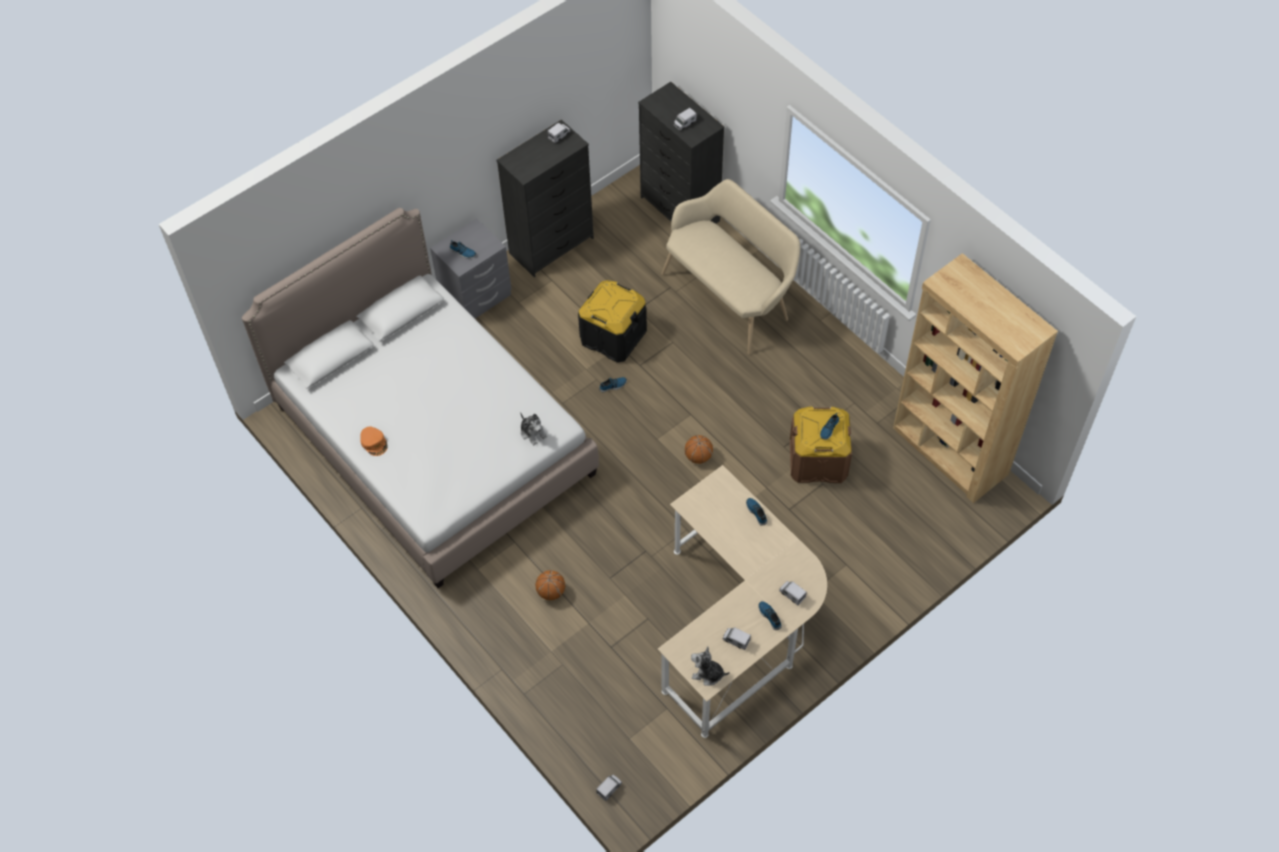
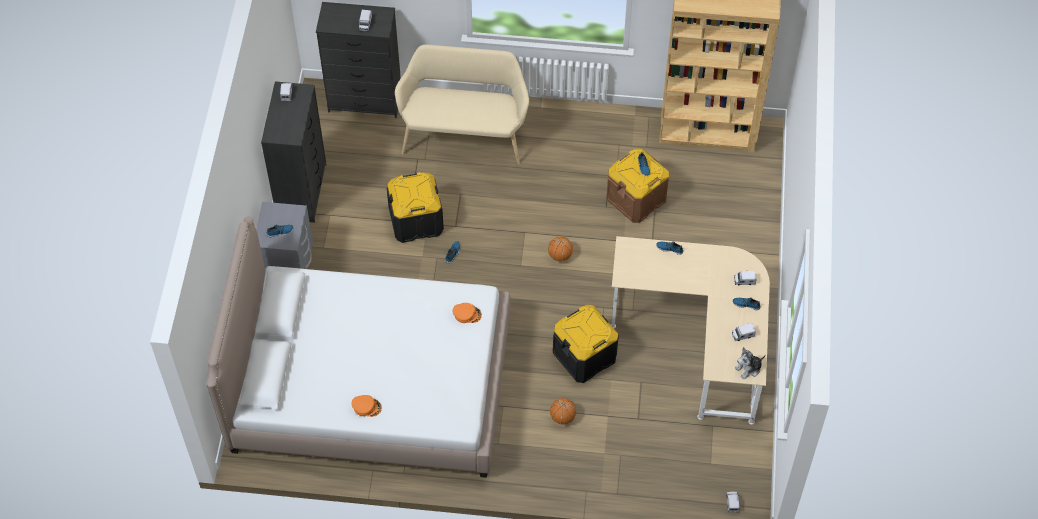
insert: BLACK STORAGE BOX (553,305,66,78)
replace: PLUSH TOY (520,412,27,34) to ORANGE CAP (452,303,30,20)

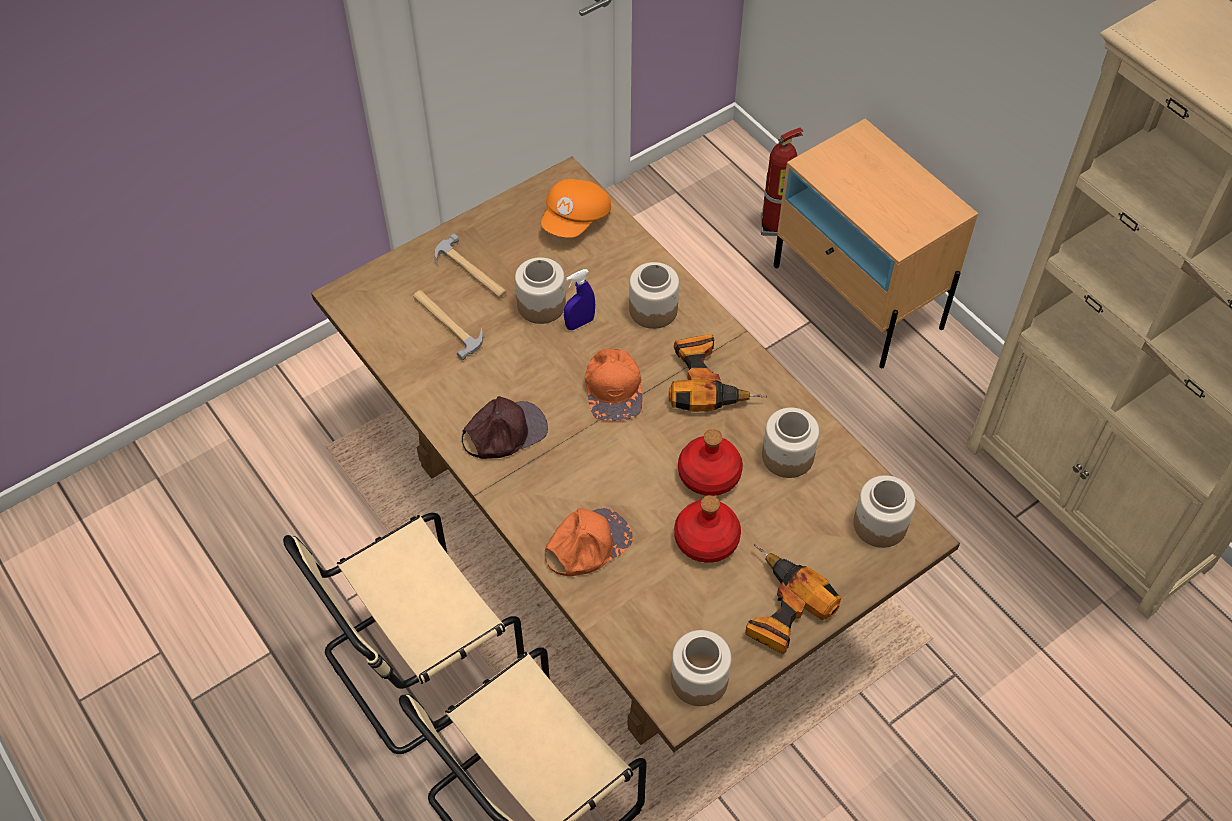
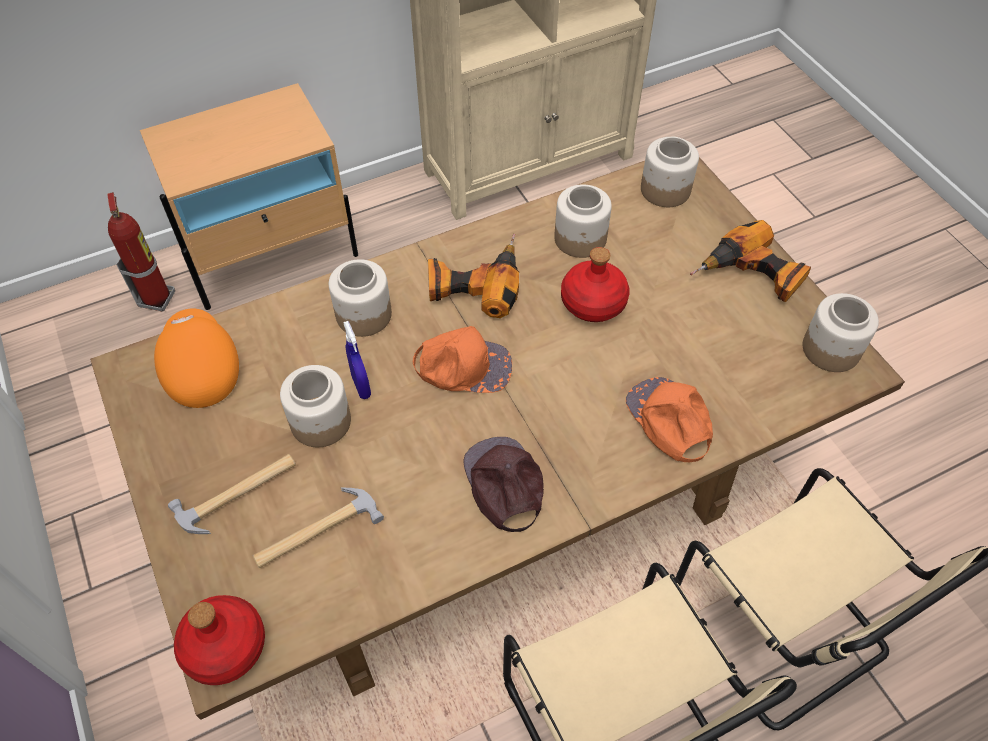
move: RED BOTTLE (674,495,67,68) to (174,595,91,90)
rotate: ORANGE CAP (541,179,70,59) = (154,308,85,100) 150 degrees counterclockwise

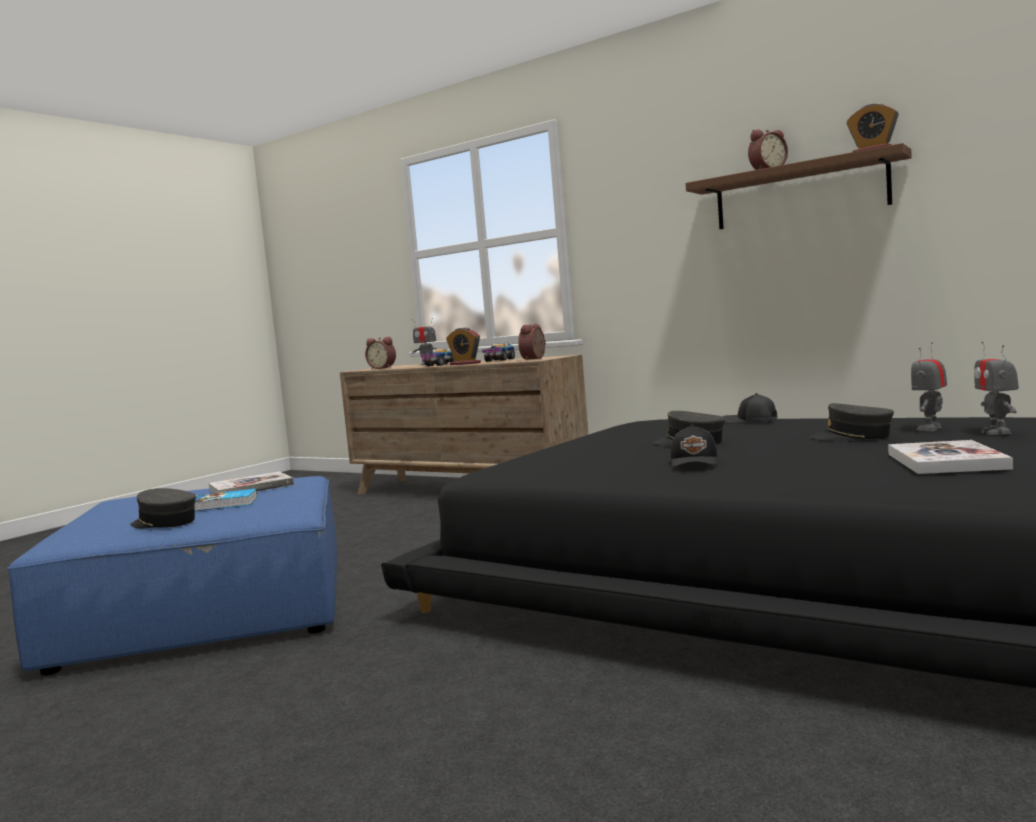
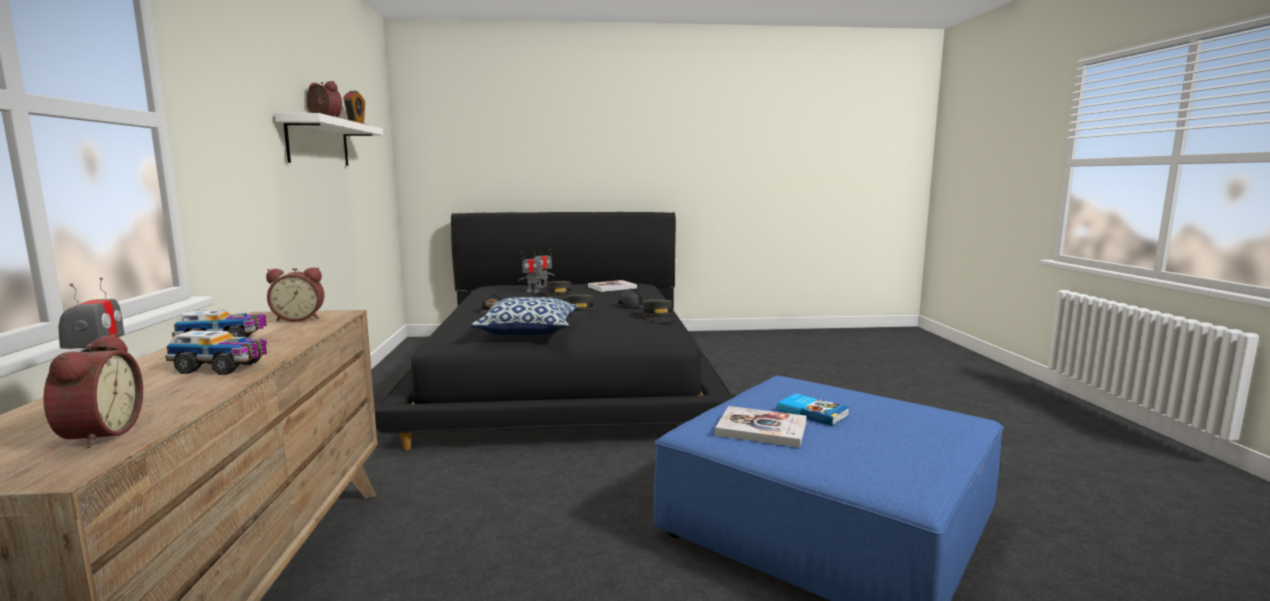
delete: ALARM CLOCK (446,327,35,38)
insert: PILLOW (471,297,107,38)
move: GREY CAP (130,488,66,41) to (642,299,32,23)
recolor: BROWN SHELF (685,143,227,86) to WHITE SHELF (275,113,108,53)

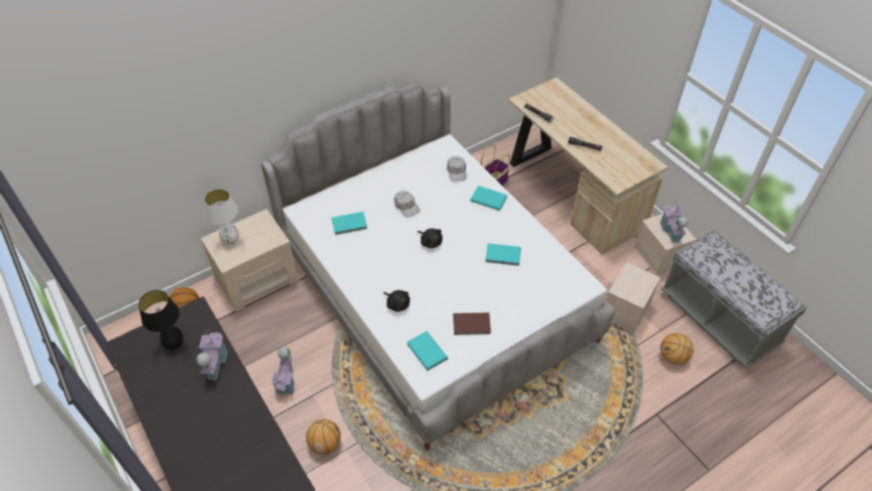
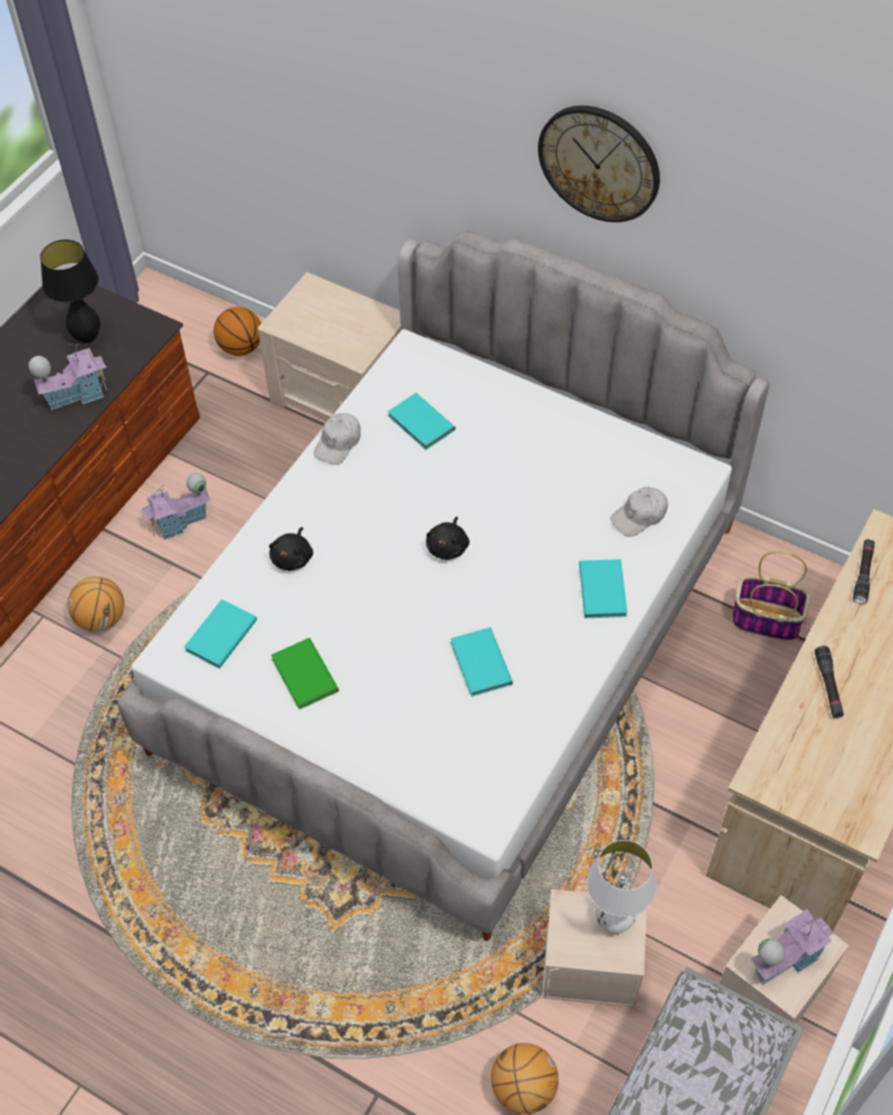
insert: WALL CLOCK (538,105,122,117)
move: WHITE TABLE LAMP (204,189,35,56) to (587,840,70,93); WHITE CAP (394,191,26,26) to (314,413,47,52)
recolor: BROWN BOOK (453,312,38,23) to GREEN BOOK (271,638,68,72)

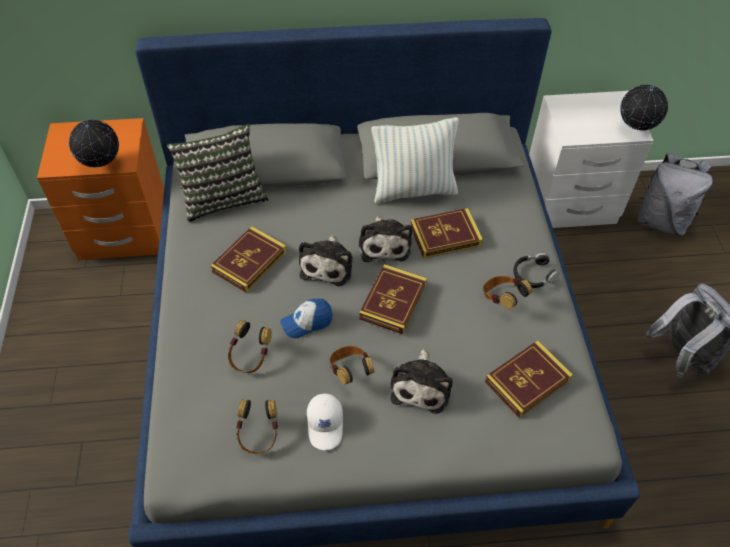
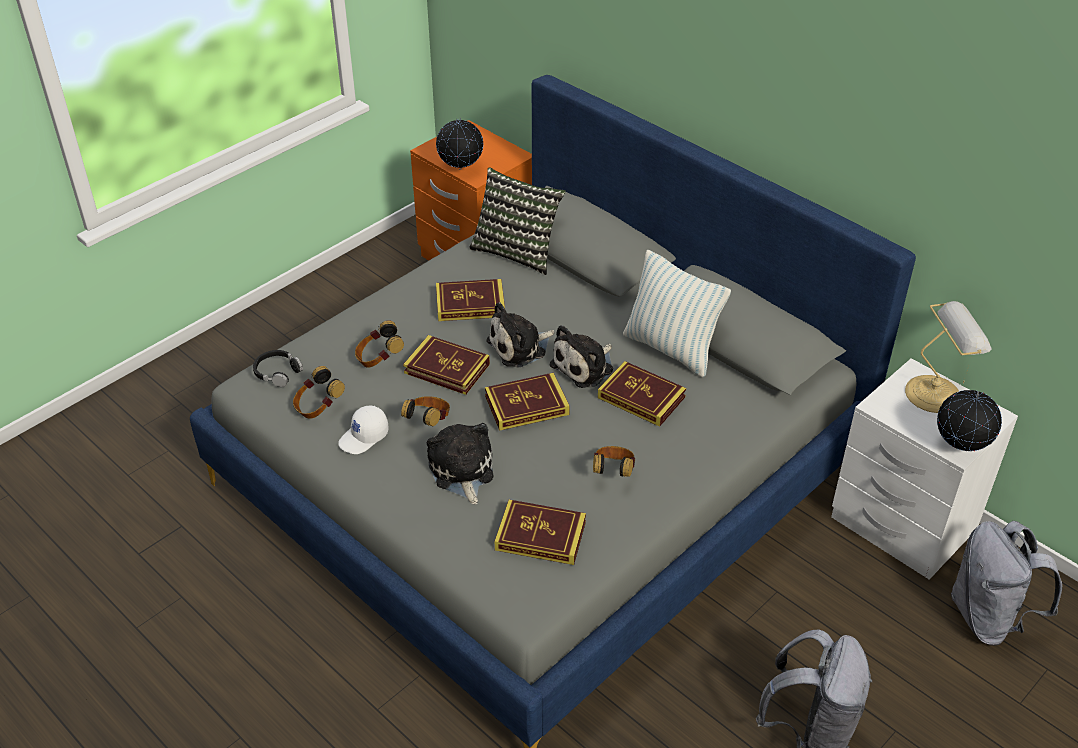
insert: TABLE LAMP (905,301,87,112)
move: BLACK HEADPHONES (513,253,46,35) to (253,350,50,37)
replace: CAP (280,299,53,40) to BOOK (403,335,87,60)
rotate: PLUSH TOY (390,349,63,65) = (427,423,66,82) 105 degrees clockwise

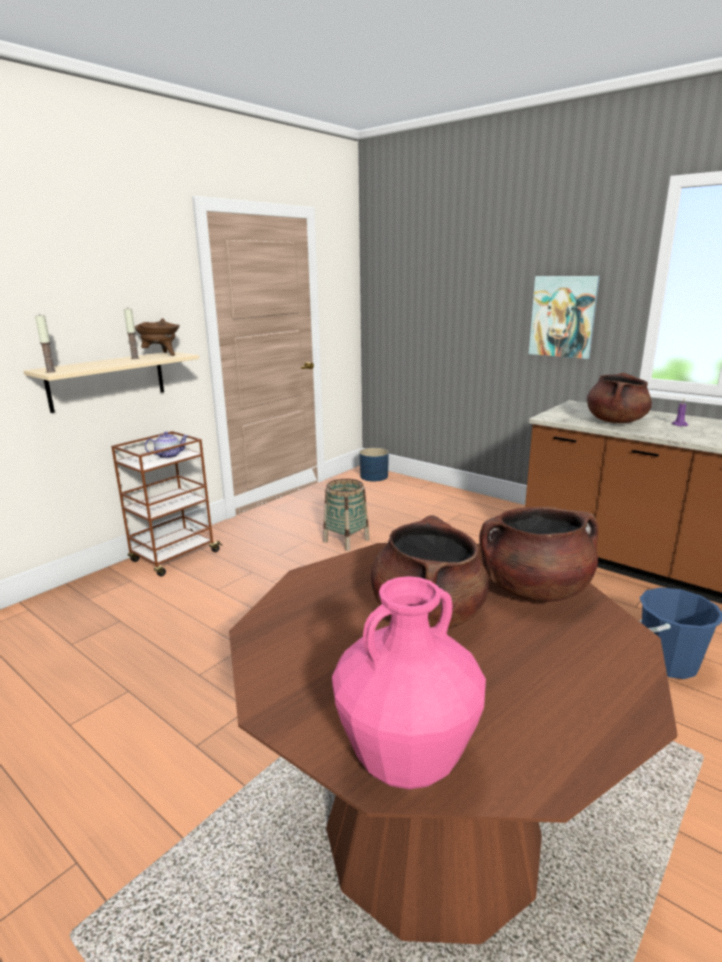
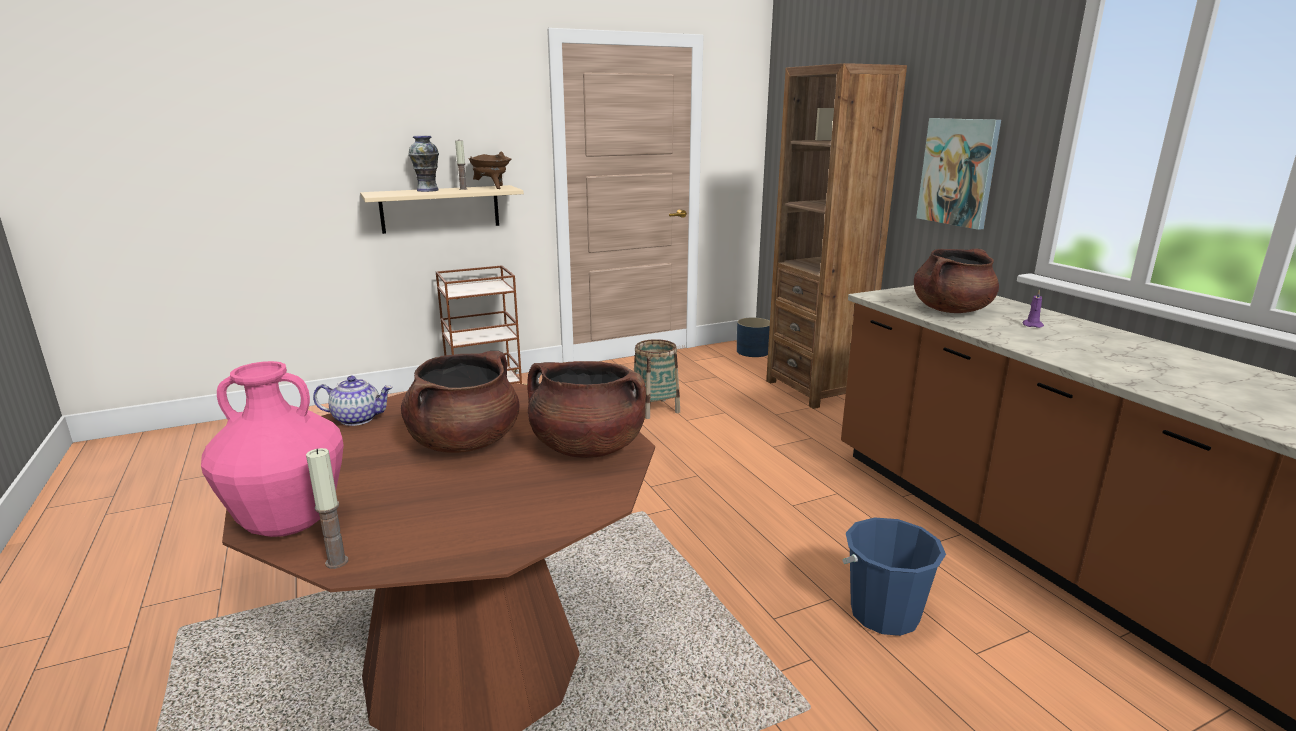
insert: BROWN BOOKCASE (766,63,141,346); VASE (408,135,31,57)
move: CANDLE (35,314,21,59) to (306,448,42,121); TEAPOT (145,432,43,27) to (313,376,80,50)

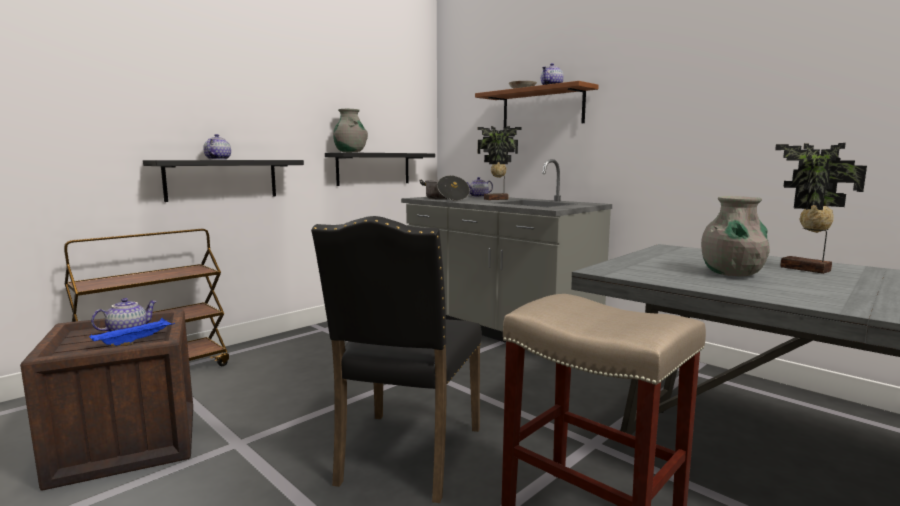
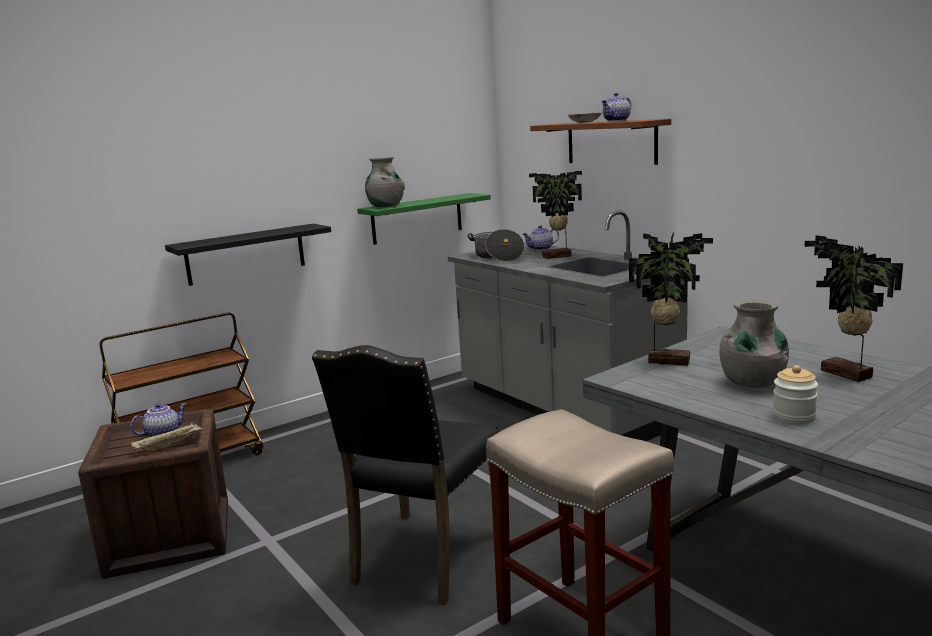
delete: TEAPOT (203,134,28,26)
insert: POTTED PLANT (629,232,84,134); JAR (773,365,45,59)
recolor: BLACK SHELF (325,152,110,34) to GREEN SHELF (357,193,134,52); BLUE TRAY (89,318,86,28) to BEIGE TRAY (131,422,73,30)

